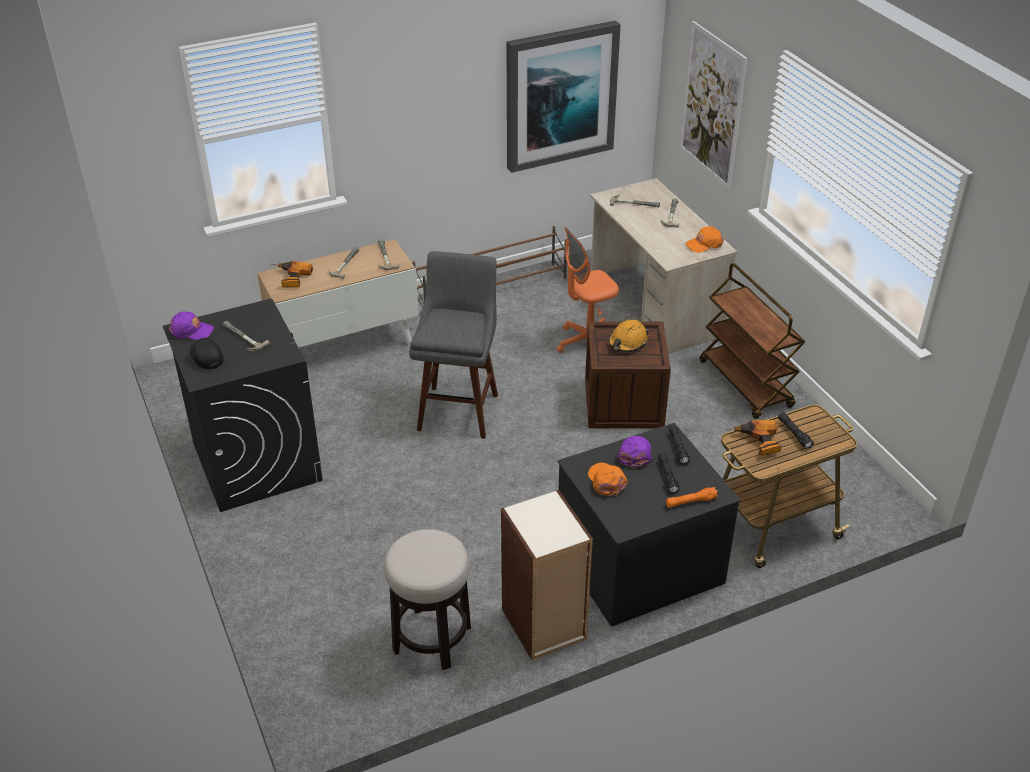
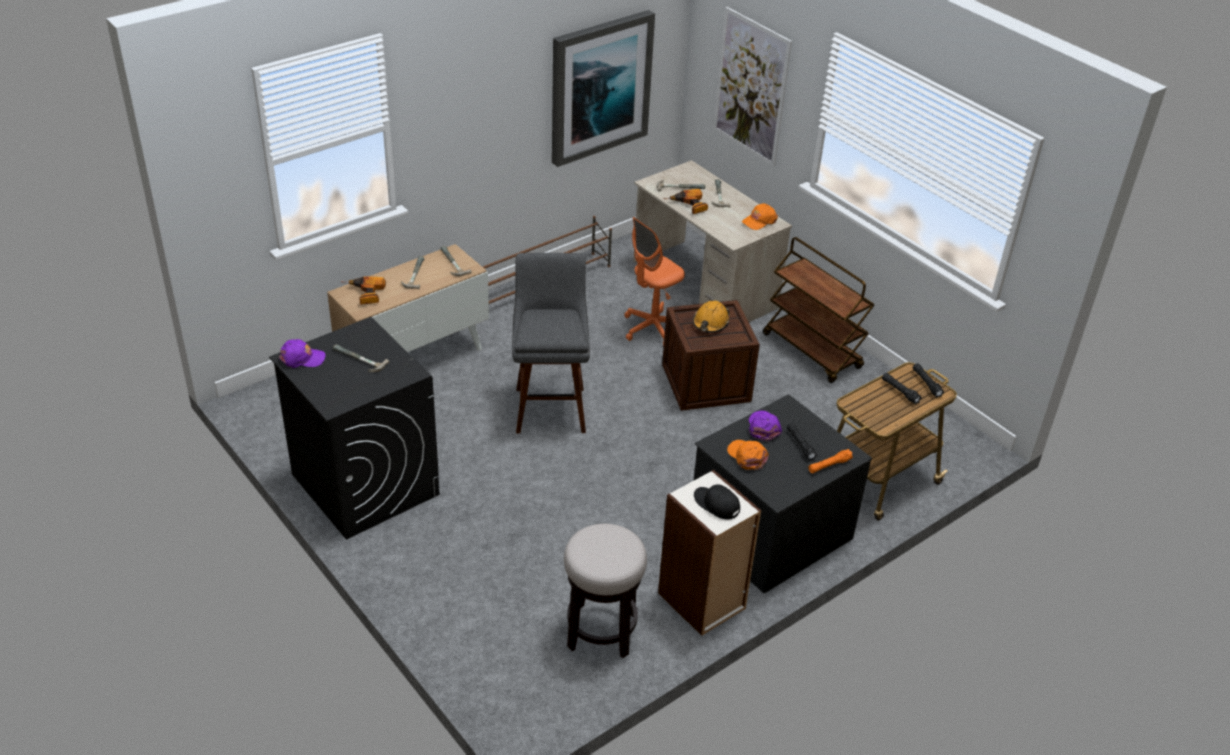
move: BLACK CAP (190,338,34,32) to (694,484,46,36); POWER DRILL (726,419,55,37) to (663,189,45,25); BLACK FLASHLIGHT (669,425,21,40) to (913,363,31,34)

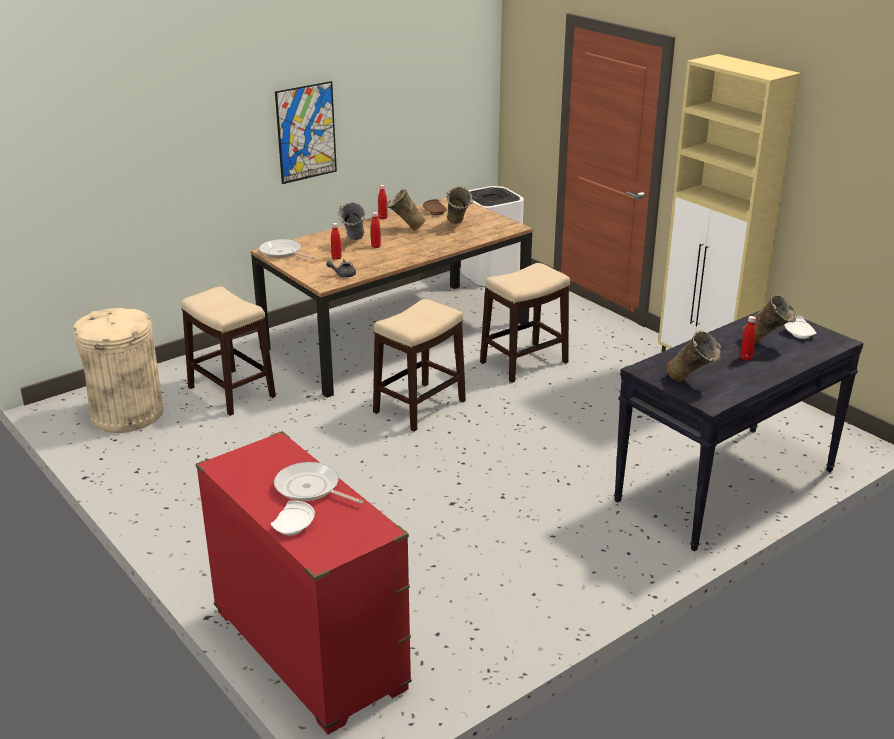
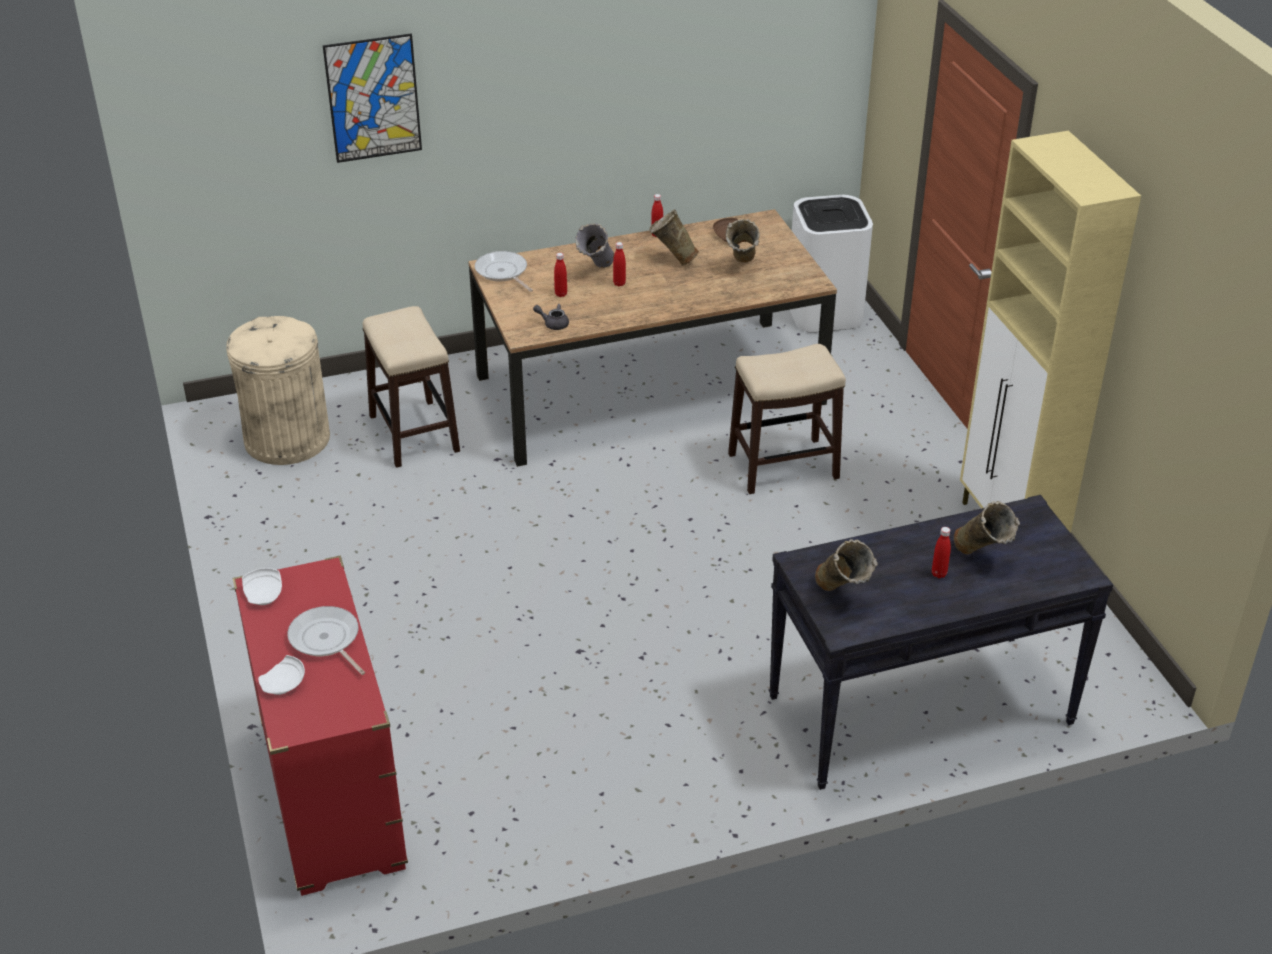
delete: STOOL (373,299,93,133)
move: PICTURE (275,81,62,103) to (323,33,99,130); WHITE PLATE (784,316,32,23) to (242,568,40,37)

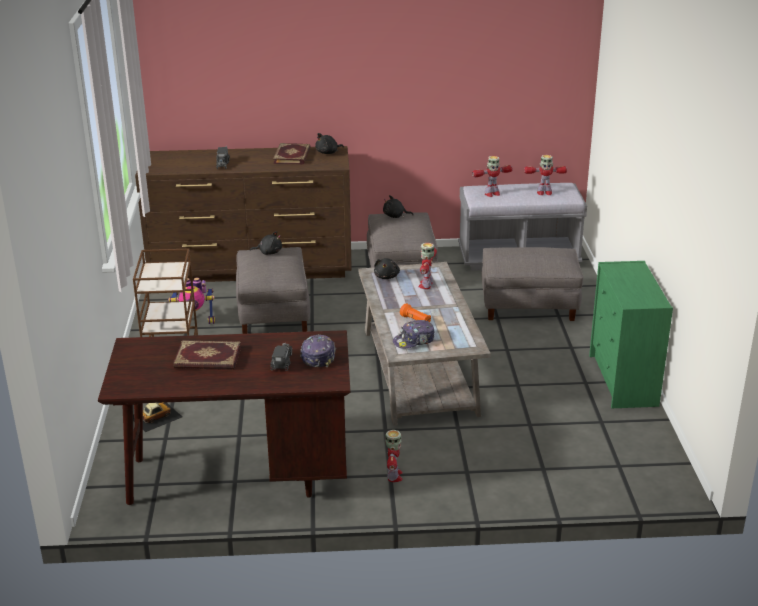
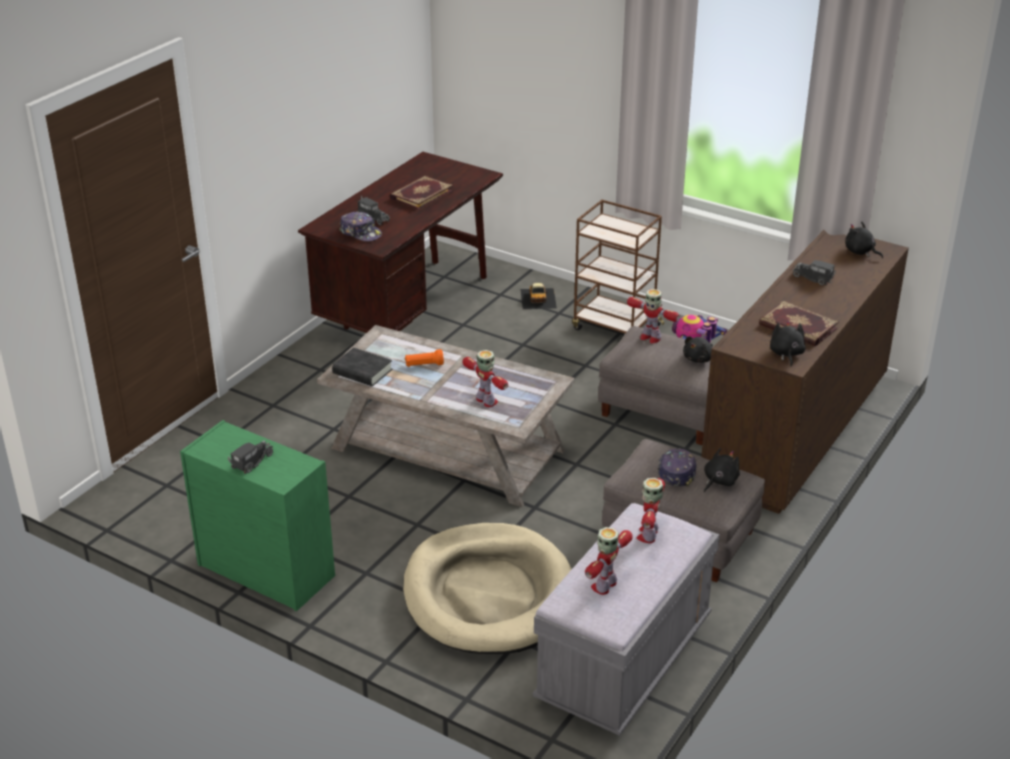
insert: BLACK BOOK (332,348,60,38); TOY TRUCK (228,440,45,34)
move: BLACK PLUSH TOY (374,258,26,21) to (845,222,38,36); CAP (393,320,41,29) to (658,448,39,39); TOY ROBOT (385,430,18,52) to (627,289,53,54)
replace: GREY OTTOMAN (481,247,102,74) to BEIGE DOG BED (403,523,169,131)

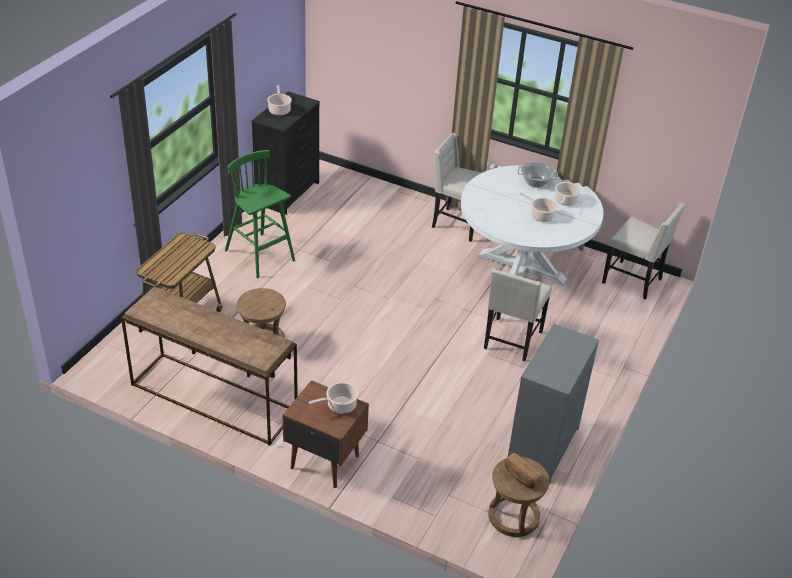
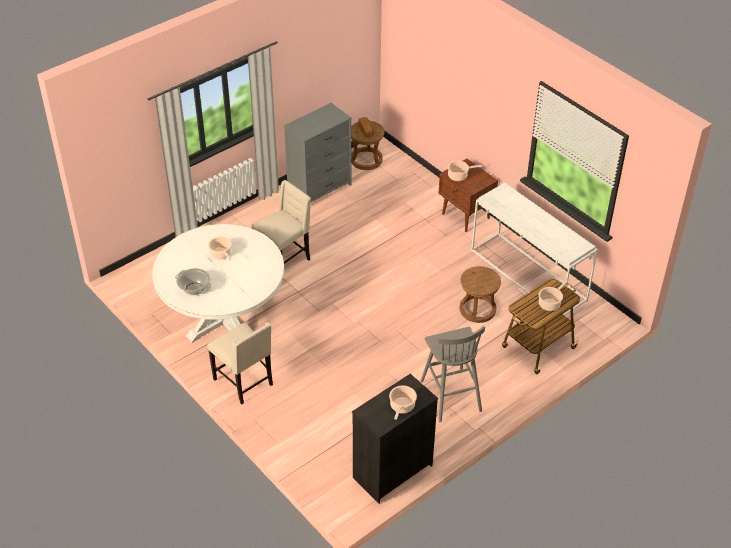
delete: BEIGE CHAIR (602,203,83,97)
move: COOKING POT (555,182,26,24) to (539,280,29,31)
recolor: GREEN STOOL (225,150,70,128) to GREY STOOL (420,326,65,96); BROWN CONSOLE TABLE (121,287,177,159) to WHITE CONSOLE TABLE (471,183,127,133)

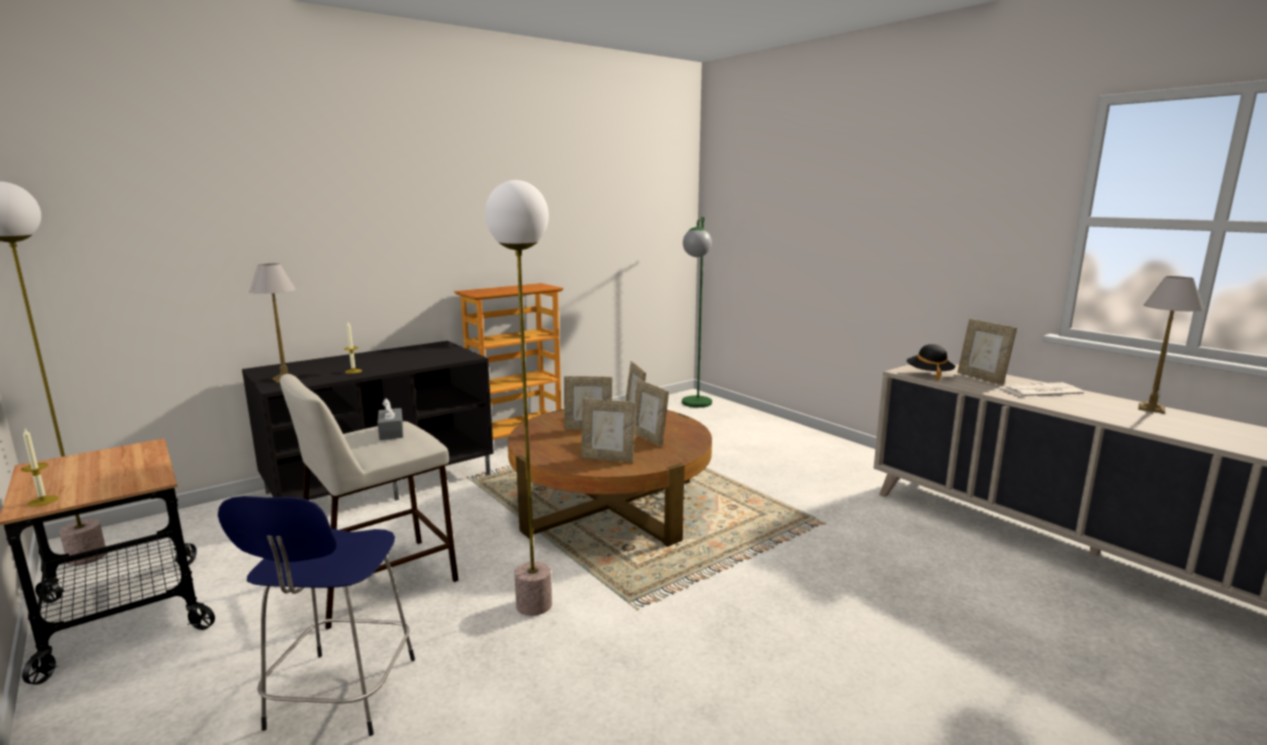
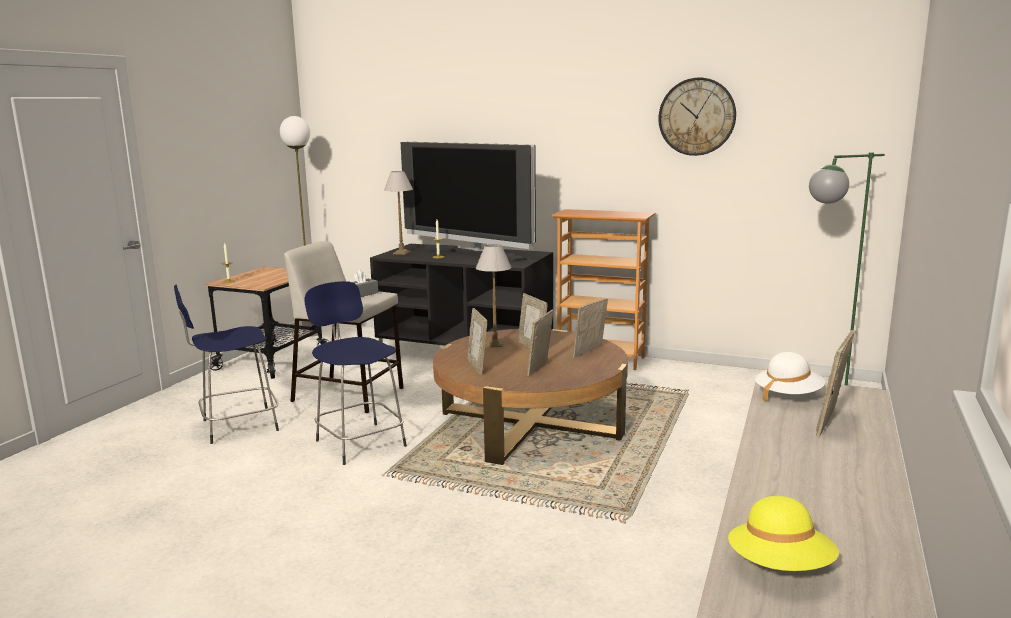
delete: NEWSPAPER (1000,382,86,16)
insert: WALL CLOCK (658,77,78,79); TELEVISION (401,142,135,120); YELLOW HAT (728,496,111,75)
move: TABLE LAMP (1138,276,66,138) to (476,244,36,103)
replace: FLOOR LAMP (485,180,67,436) to BLUE STOOL (304,281,103,184)
recolor: BLACK HAT (907,344,48,37) to WHITE HAT (755,352,70,50)

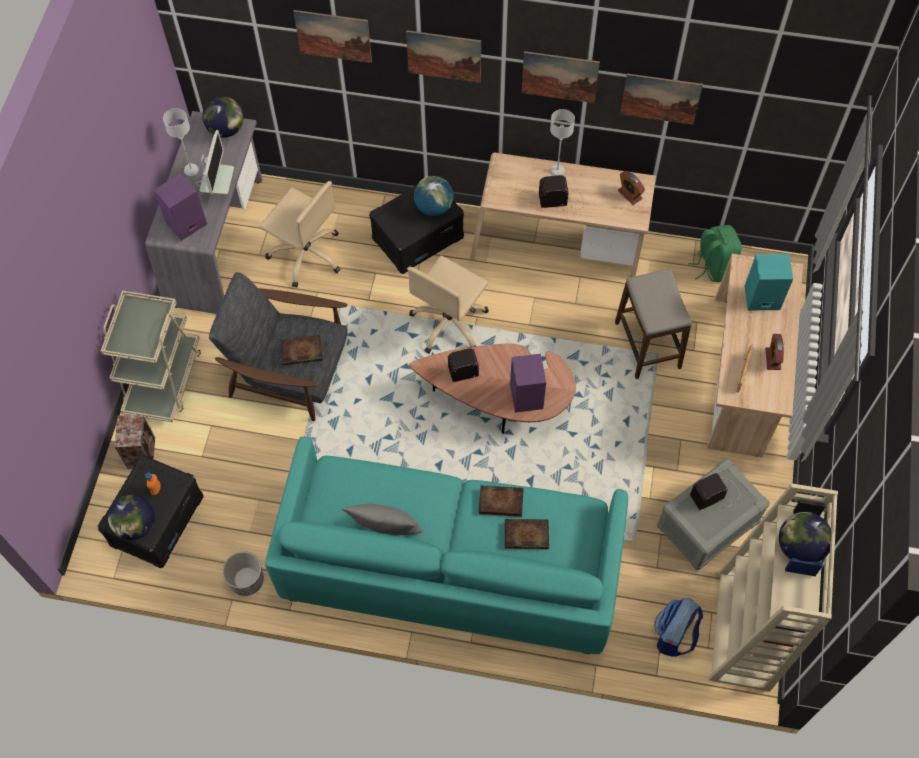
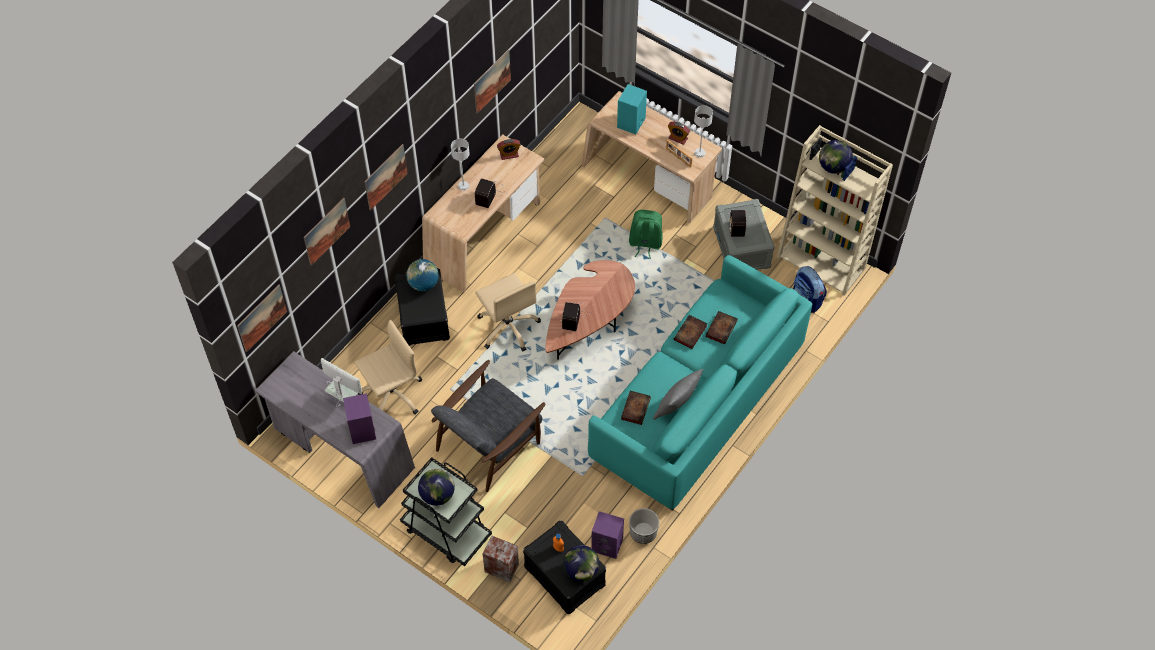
delete: STOOL (615,269,77,110)
move: PICTURE (522,51,78,52) to (237,284,50,68); GLOBE (202,96,42,42) to (418,469,37,37); GREY TABLE LAMP (163,108,36,68) to (694,105,19,53); GREEN BACKPACK (688,225,54,57) to (629,210,34,49); BOOK (280,335,43,30) to (621,391,30,34); PURPLE SPEAKER (510,354,36,59) to (591,511,33,48)
recolor: BEIGE CART (101,291,100,131) to BLACK CART (400,457,92,109)

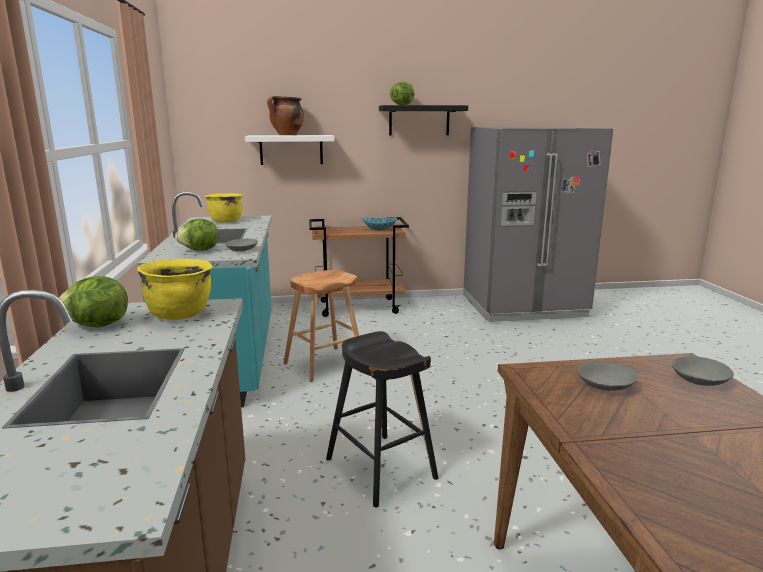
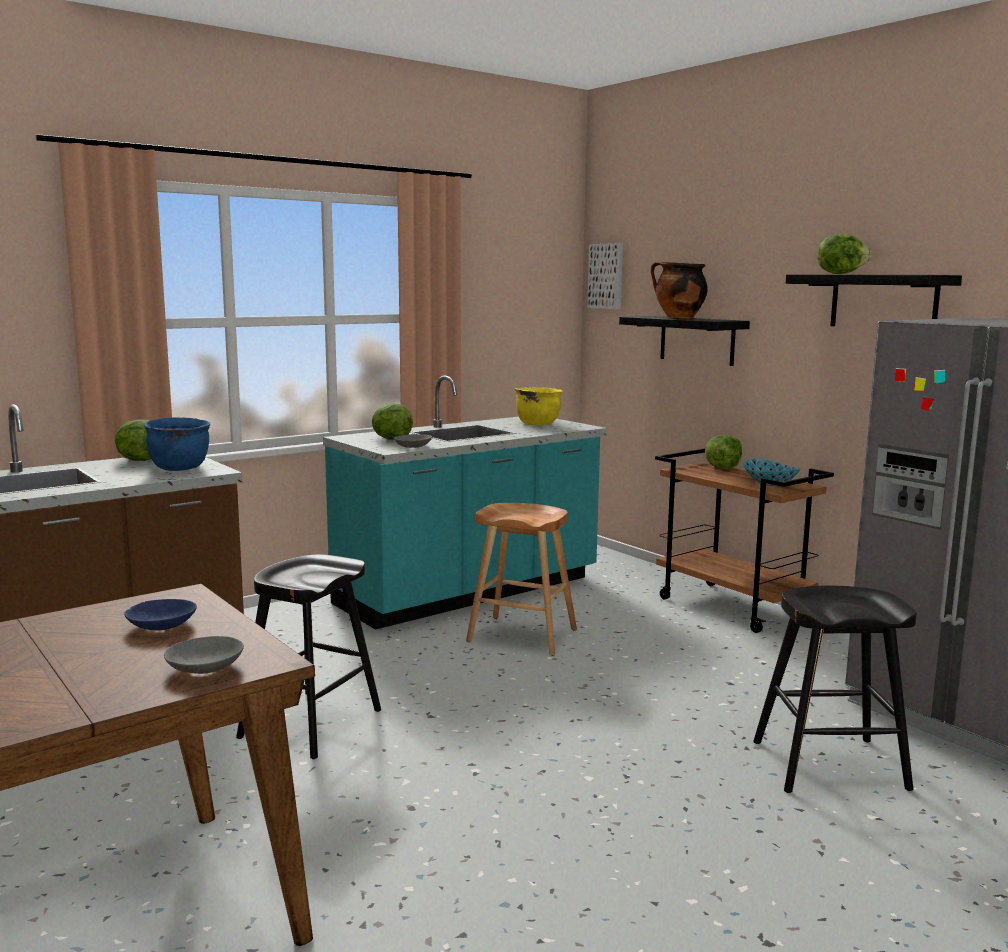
insert: PICTURE (587,243,36,66); LETTUCE (705,435,37,34); BLACK STOOL (753,585,164,208)
recolor: WHITE SHELF (245,135,89,30) to BLACK SHELF (619,316,131,50); YELLOW COOKING POT (137,259,76,61) to BLUE COOKING POT (143,417,67,54); GREY BOWL (578,361,60,30) to BLUE BOWL (124,599,73,32)

